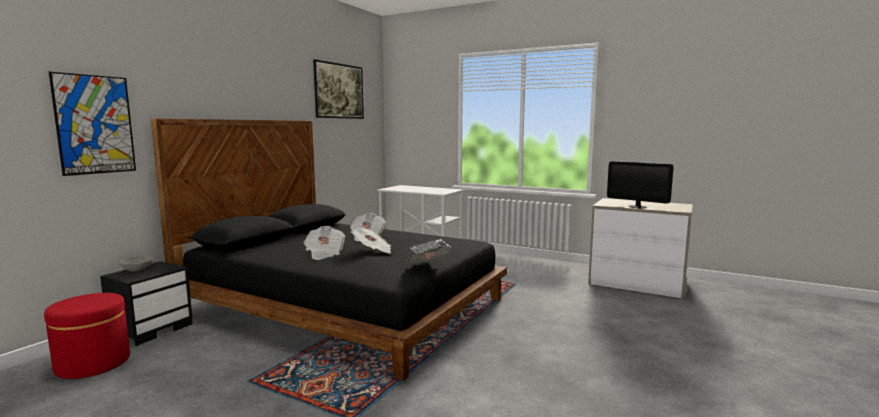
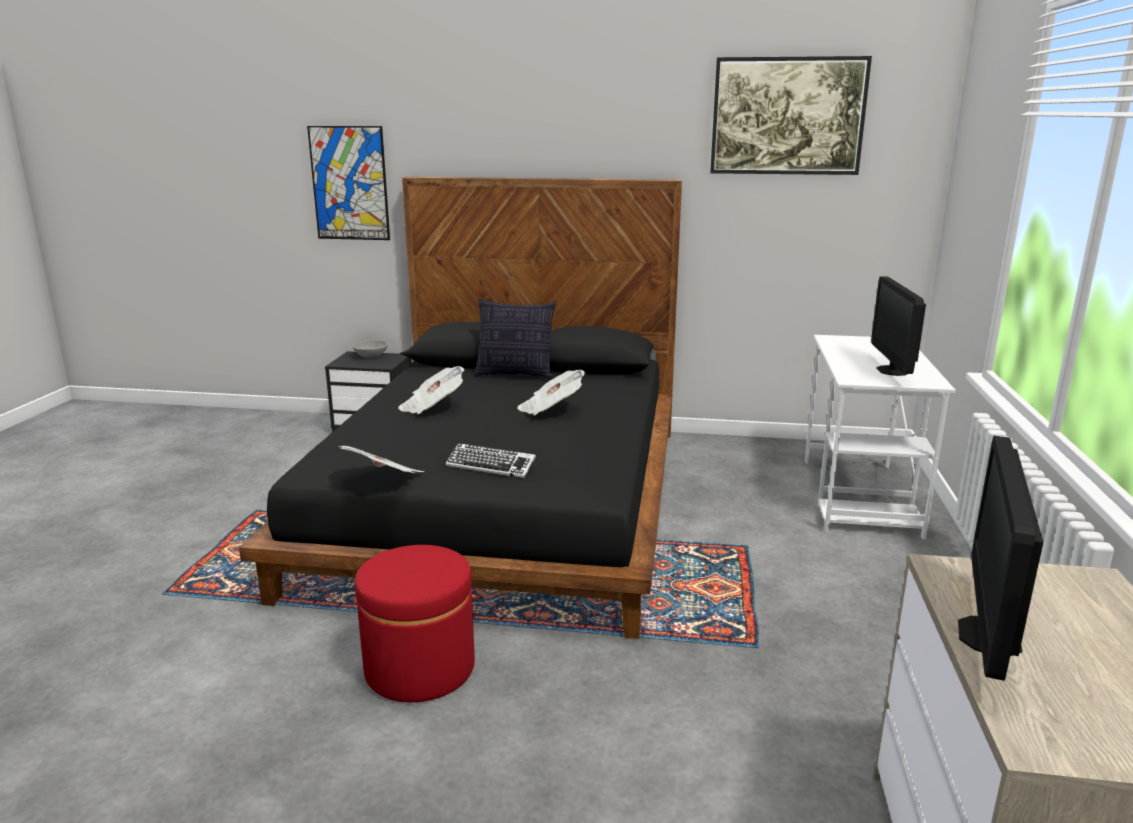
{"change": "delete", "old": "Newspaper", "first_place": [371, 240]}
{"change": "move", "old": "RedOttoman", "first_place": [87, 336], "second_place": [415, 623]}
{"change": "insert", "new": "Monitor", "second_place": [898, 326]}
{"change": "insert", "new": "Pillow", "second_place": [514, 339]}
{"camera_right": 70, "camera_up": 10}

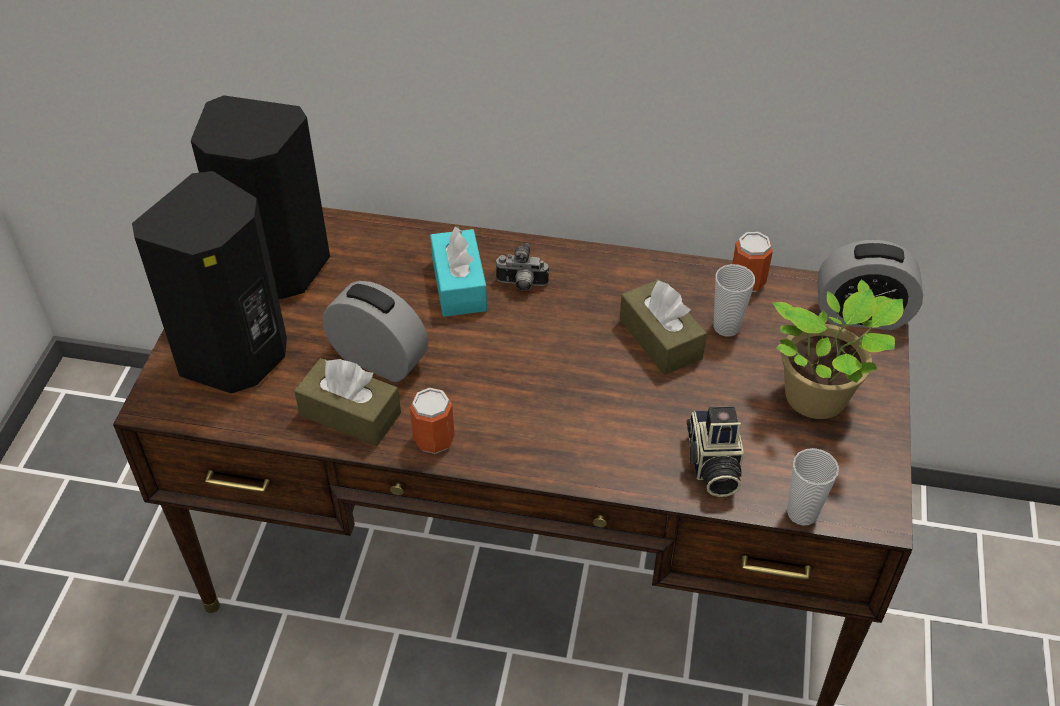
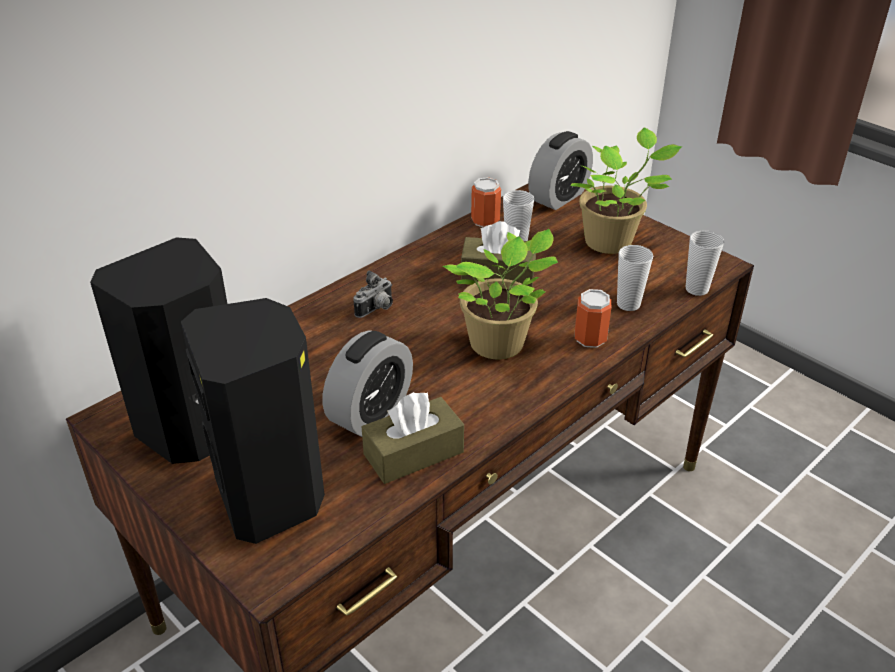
{"change": "delete", "old": "TurquoiseTissueBox", "first_place": [458, 271]}
{"change": "rotate", "old": "AlarmClock", "first_place": [375, 331], "second_place": [368, 383], "degrees": 150}
{"change": "move", "old": "Can", "first_place": [432, 420], "second_place": [593, 318]}
{"change": "replace", "old": "PhotoCamera", "new": "Cup", "first_place": [715, 451], "second_place": [635, 278]}
{"change": "insert", "new": "PottedPlant", "second_place": [500, 294]}
{"camera_right": -55, "camera_up": -10}

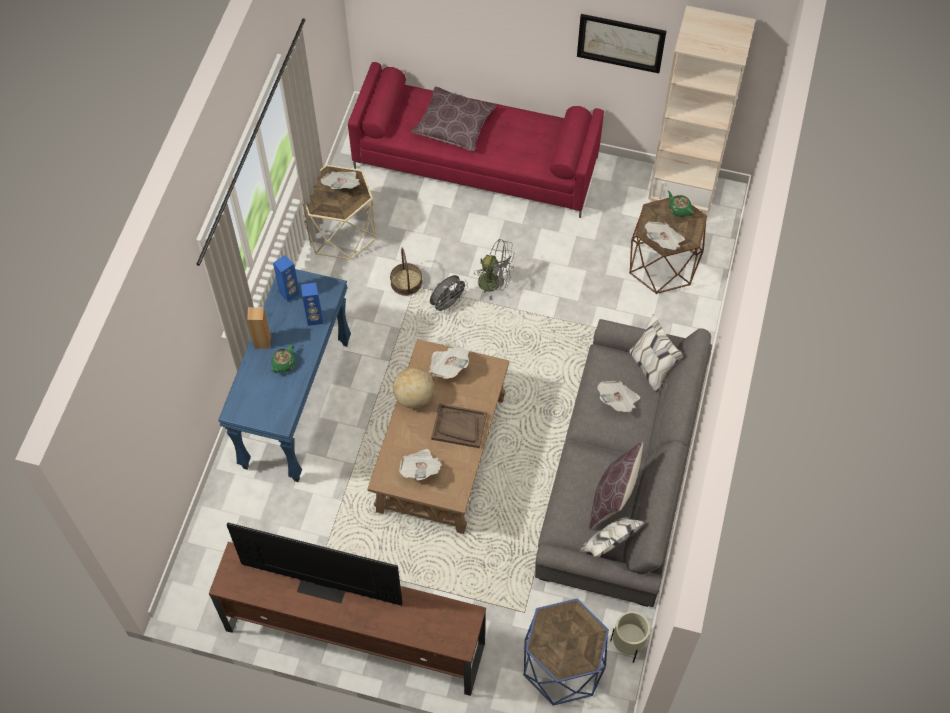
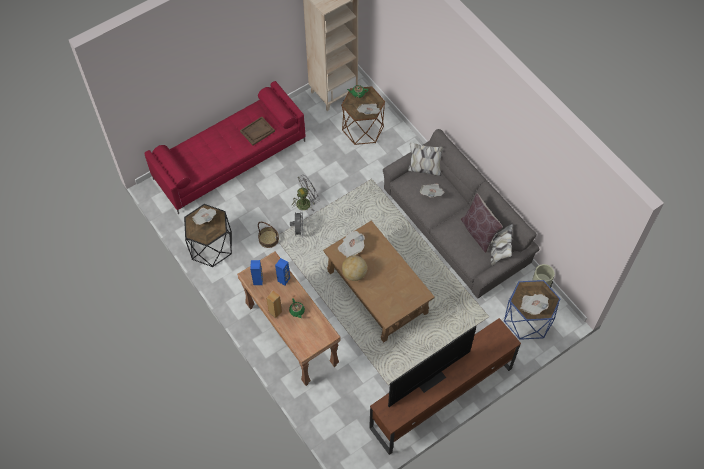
{"change": "delete", "old": "Picture", "first_place": [621, 43]}
{"change": "delete", "old": "BrownPillow", "first_place": [453, 119]}
{"change": "recolor", "old": "BeigeSideTable", "new": "BlackSideTable", "first_place": [338, 212], "second_place": [208, 235]}
{"change": "recolor", "old": "BlueConsoleTable", "new": "BrownConsoleTable", "first_place": [284, 375], "second_place": [289, 318]}
{"change": "move", "old": "BrownTray", "first_place": [459, 426], "second_place": [257, 131]}
{"change": "move", "old": "Newspaper", "first_place": [420, 464], "second_place": [534, 304]}
{"camera_right": -50, "camera_up": 0}

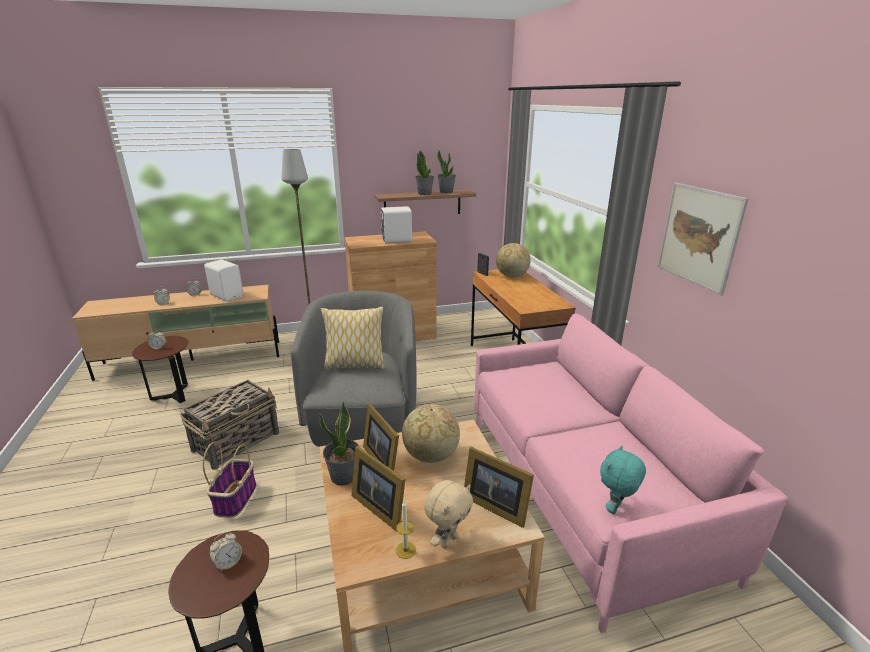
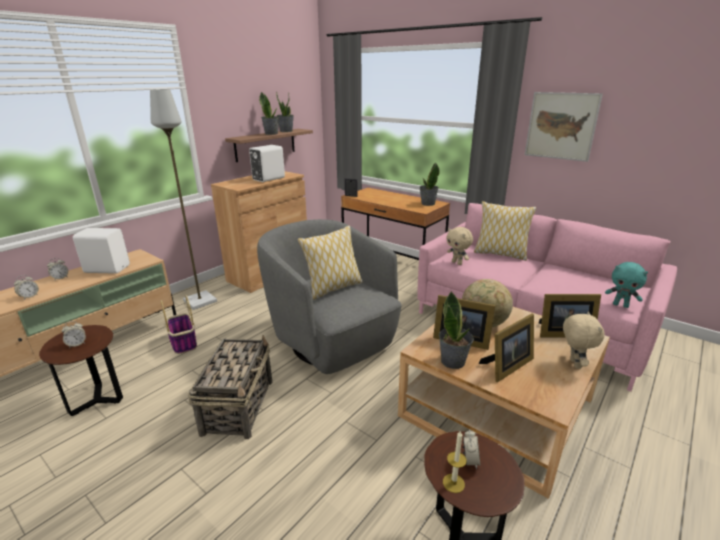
{"change": "delete", "old": "Globe", "first_place": [513, 260]}
{"change": "move", "old": "Basket", "first_place": [230, 480], "second_place": [179, 324]}
{"change": "rotate", "old": "TurquoisePlushToy", "first_place": [623, 479], "second_place": [626, 285], "degrees": -60}
{"change": "rotate", "old": "PictureFrame", "first_place": [378, 489], "second_place": [506, 348], "degrees": -45}
{"change": "move", "old": "Candle", "first_place": [406, 530], "second_place": [455, 461]}
{"change": "insert", "new": "PottedPlant", "second_place": [429, 184]}
{"change": "insert", "new": "Pillow", "second_place": [505, 231]}
{"change": "insert", "new": "BeigePlushToy", "second_place": [459, 246]}
{"camera_right": -35, "camera_up": 0}

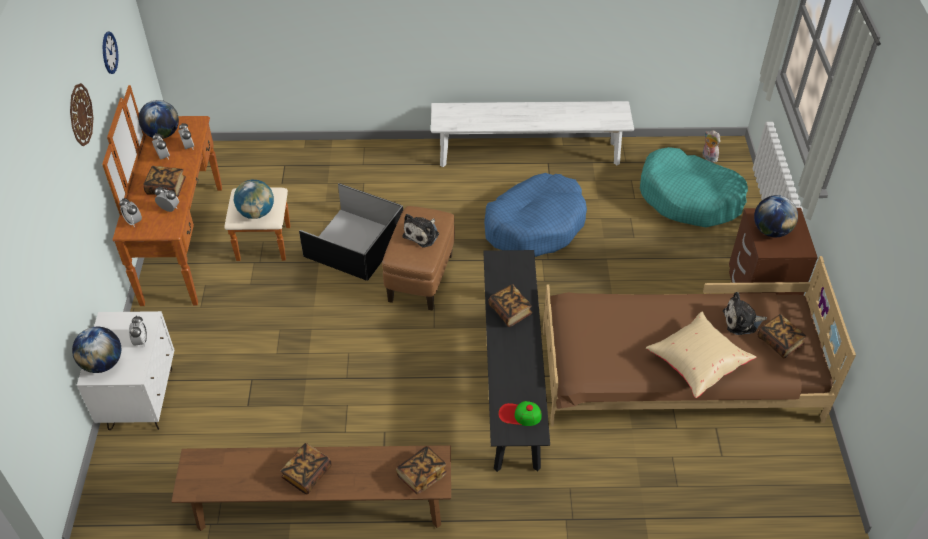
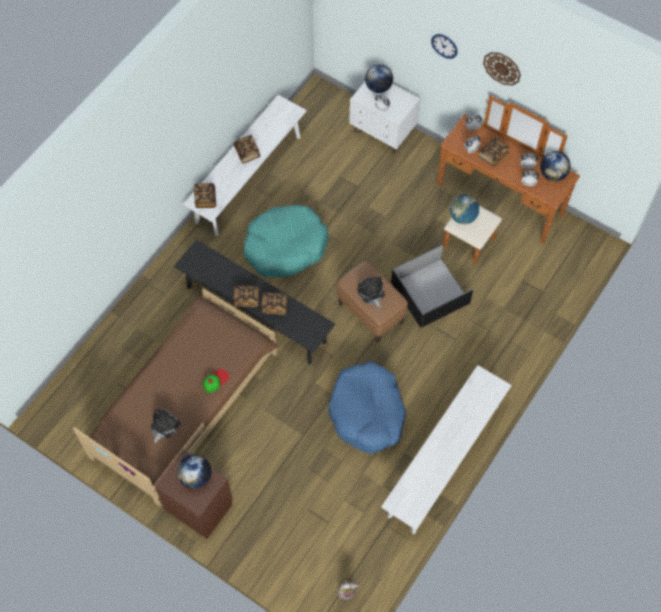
{"change": "move", "old": "WallClock", "first_place": [111, 52], "second_place": [444, 46]}
{"change": "move", "old": "TurquoiseDogBed", "first_place": [694, 187], "second_place": [286, 241]}
{"change": "delete", "old": "BeigePillow", "first_place": [701, 354]}
{"change": "move", "old": "Book", "first_place": [782, 336], "second_place": [247, 296]}
{"change": "move", "old": "Cap", "first_place": [520, 413], "second_place": [216, 381]}
{"change": "recolor", "old": "BrownBench", "new": "WhiteBench", "first_place": [311, 488], "second_place": [245, 165]}
{"camera_right": 125, "camera_up": 15}

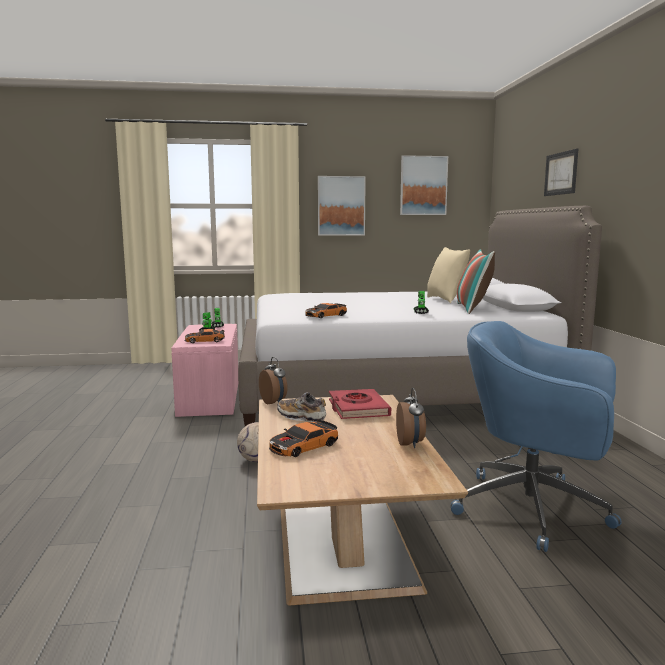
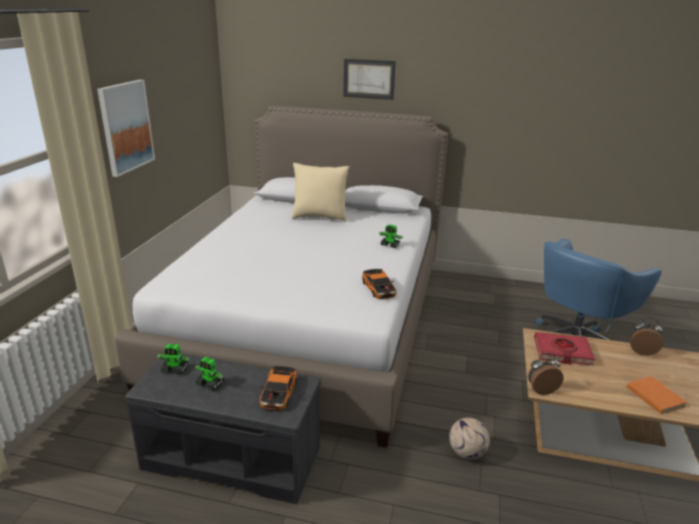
{"change": "delete", "old": "Picture", "first_place": [424, 185]}
{"change": "delete", "old": "Pillow", "first_place": [476, 281]}
{"change": "recolor", "old": "PinkBench", "new": "GreyBench", "first_place": [204, 370], "second_place": [223, 428]}
{"change": "delete", "old": "Shoe", "first_place": [301, 407]}
{"change": "replace", "old": "ToyCar", "new": "OrangeBook", "first_place": [303, 438], "second_place": [656, 395]}
{"camera_right": -70, "camera_up": 15}

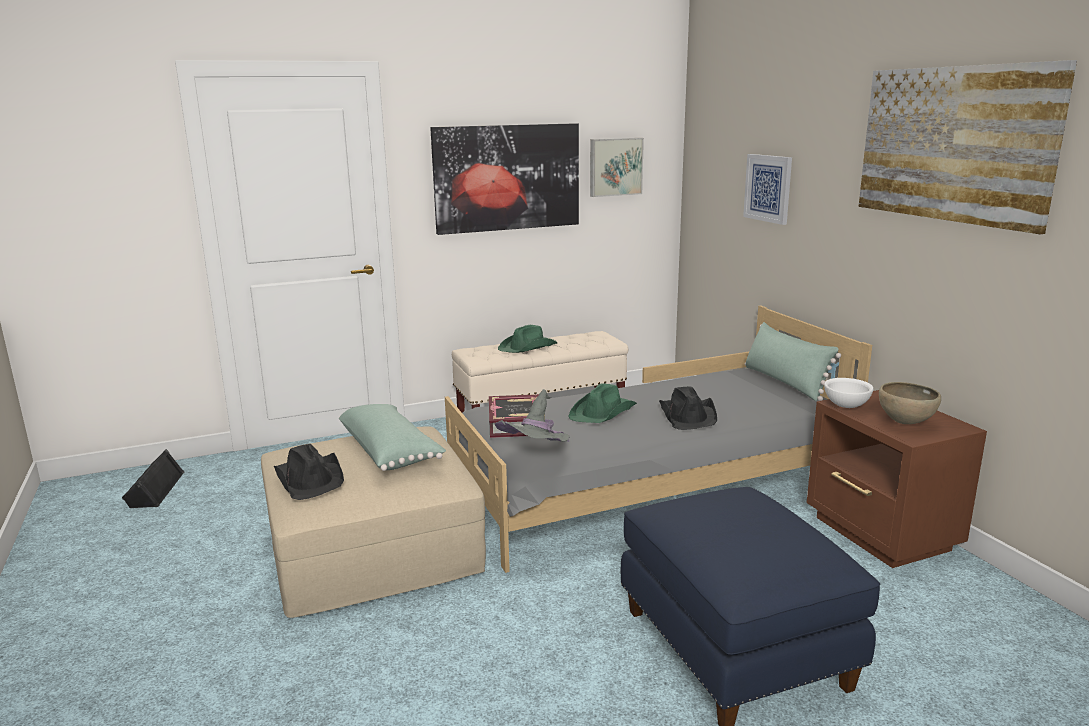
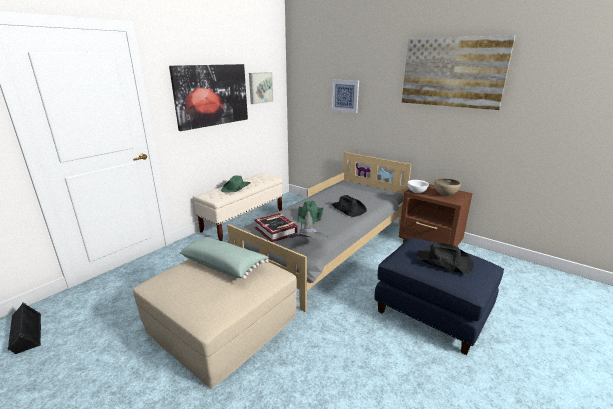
{"change": "delete", "old": "GreenPillow", "first_place": [793, 361]}
{"change": "move", "old": "BlackHat", "first_place": [309, 472], "second_place": [445, 258]}
{"camera_right": -30, "camera_up": 5}

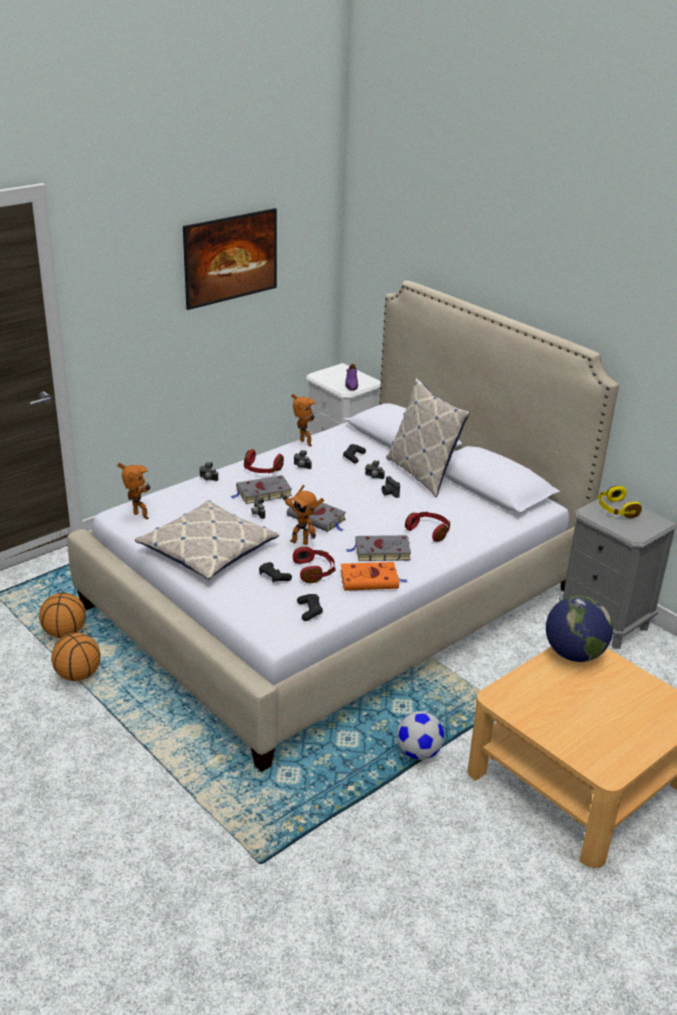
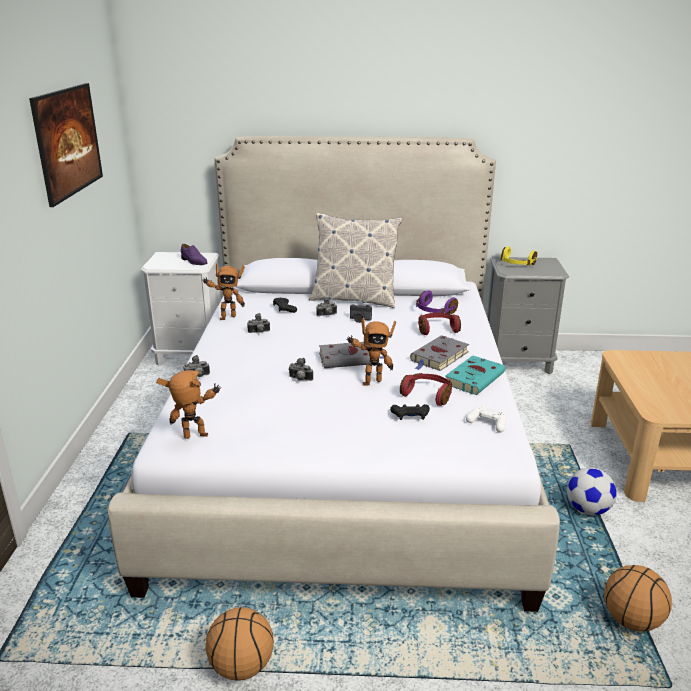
{"change": "rotate", "old": "ToyRobot", "first_place": [303, 420], "second_place": [223, 291], "degrees": 150}
{"change": "delete", "old": "RedHeadphones", "first_place": [264, 461]}
{"change": "delete", "old": "GreyBook", "first_place": [261, 489]}
{"change": "delete", "old": "Pillow", "first_place": [207, 540]}
{"change": "recolor", "old": "OrangeBook", "new": "TurquoiseBook", "first_place": [374, 576], "second_place": [475, 375]}
{"change": "move", "old": "Basketball", "first_place": [62, 615], "second_place": [638, 598]}
{"change": "recolor", "old": "BlackGameController", "new": "WhiteGameController", "first_place": [310, 607], "second_place": [486, 419]}
{"change": "delete", "old": "Globe", "first_place": [579, 629]}
{"change": "insert", "new": "PurpleHeadphones", "second_place": [437, 302]}
{"camera_right": -45, "camera_up": -5}

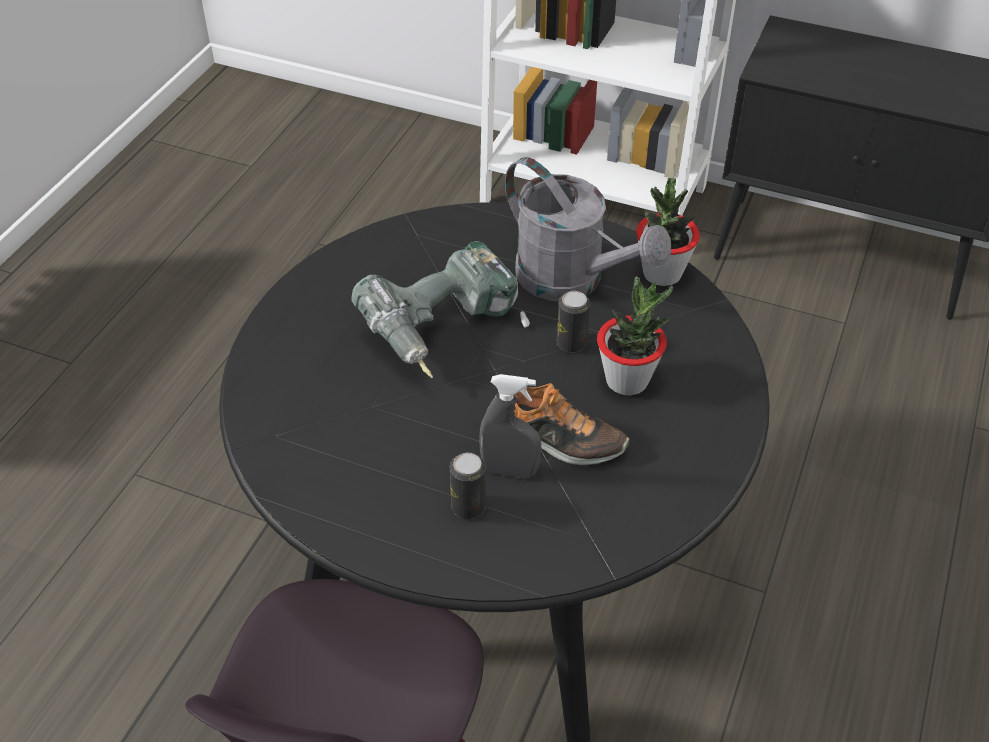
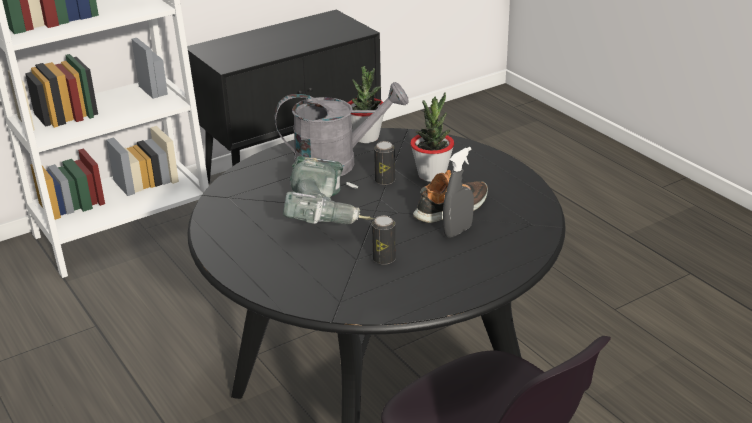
{"change": "move", "old": "Can", "first_place": [468, 486], "second_place": [384, 240]}
{"camera_right": -55, "camera_up": -15}

